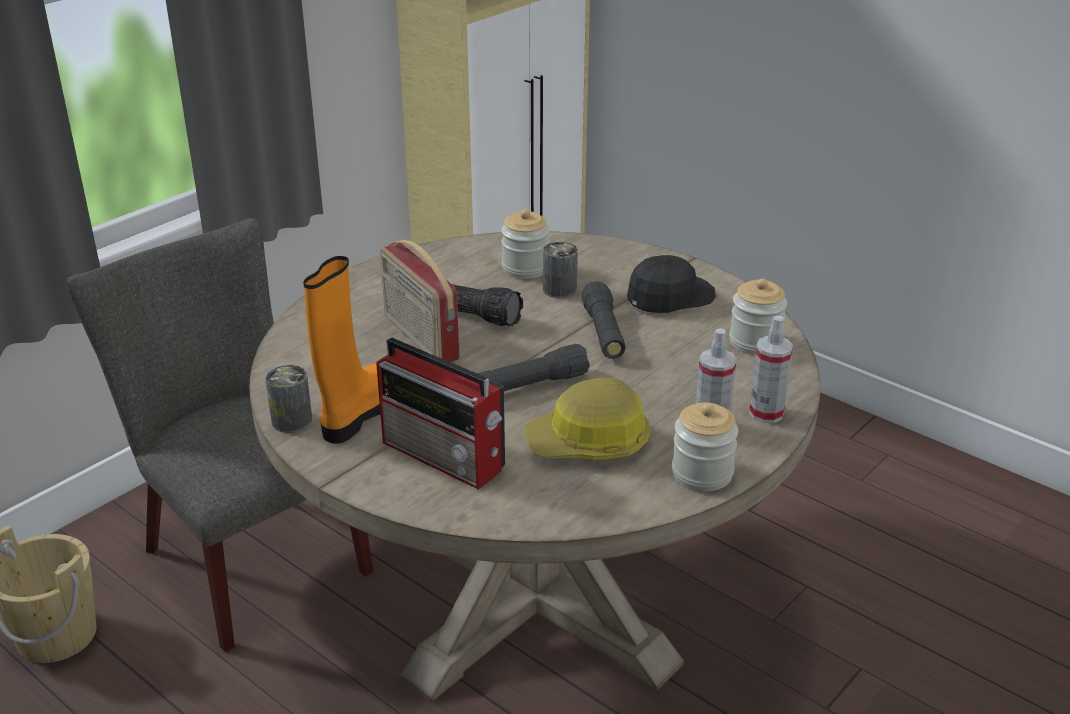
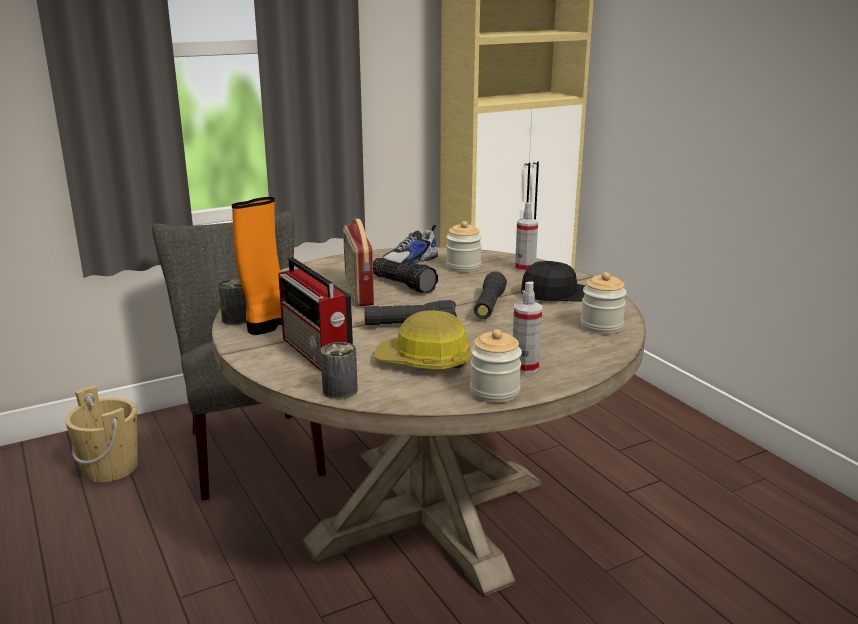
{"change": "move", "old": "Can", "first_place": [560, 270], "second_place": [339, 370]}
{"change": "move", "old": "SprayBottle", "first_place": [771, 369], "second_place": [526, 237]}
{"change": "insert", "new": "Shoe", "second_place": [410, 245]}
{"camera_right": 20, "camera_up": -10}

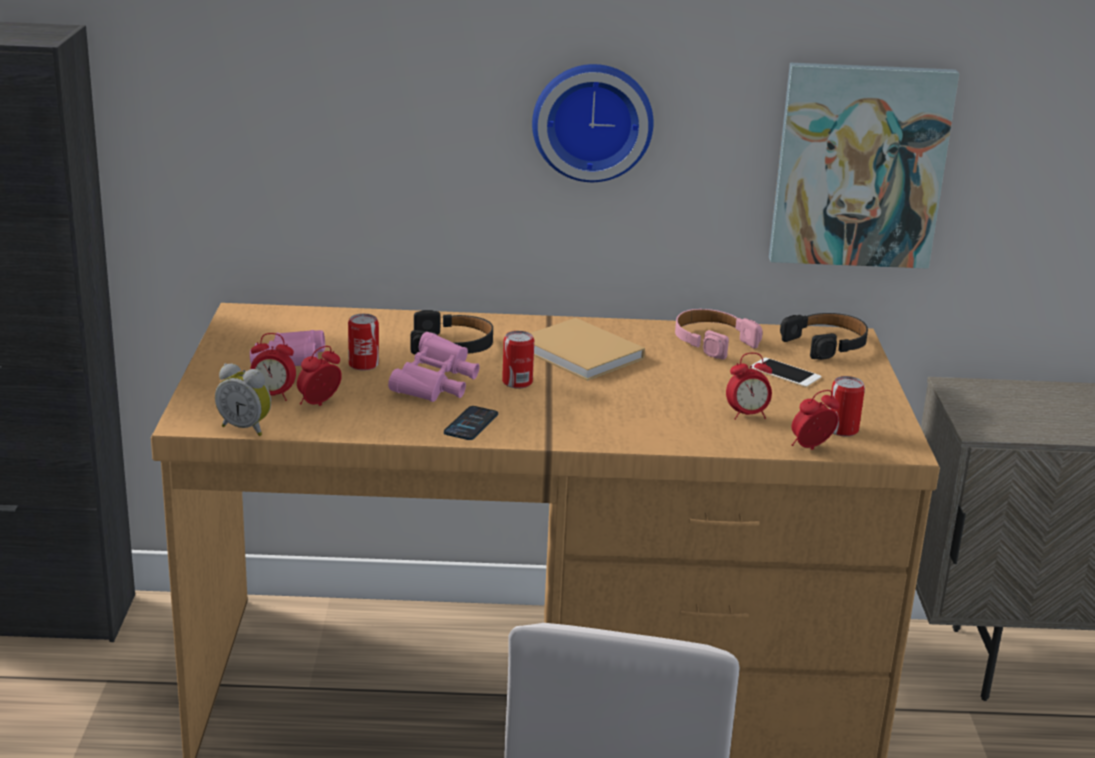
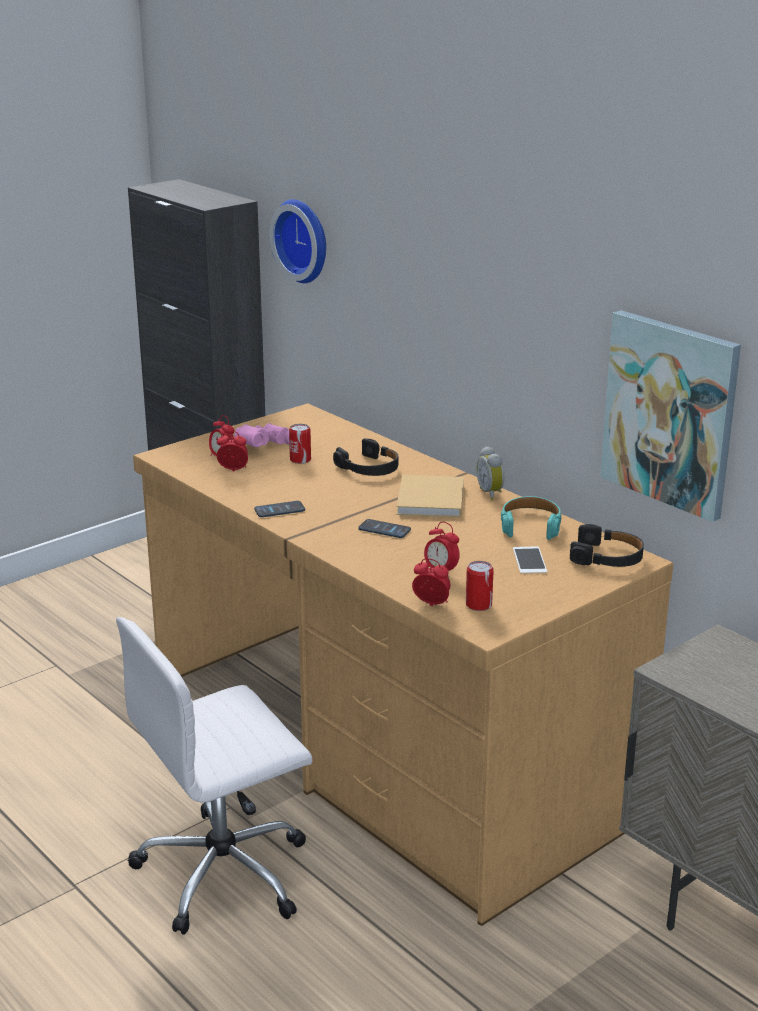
{"change": "move", "old": "WallClock", "first_place": [592, 123], "second_place": [298, 241]}
{"change": "recolor", "old": "PinkHeadphones", "new": "TurquoiseHeadphones", "first_place": [719, 334], "second_place": [531, 518]}
{"change": "delete", "old": "Can", "first_place": [518, 359]}
{"change": "delete", "old": "PinkBinoculars", "first_place": [433, 367]}
{"change": "move", "old": "AlarmClock", "first_place": [243, 399], "second_place": [490, 473]}
{"change": "insert", "new": "Phone", "second_place": [384, 528]}
{"camera_right": 50, "camera_up": 0}

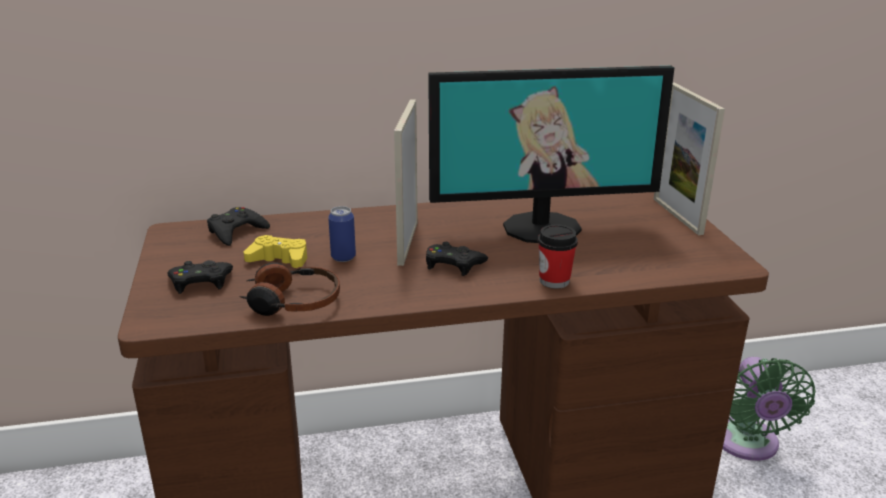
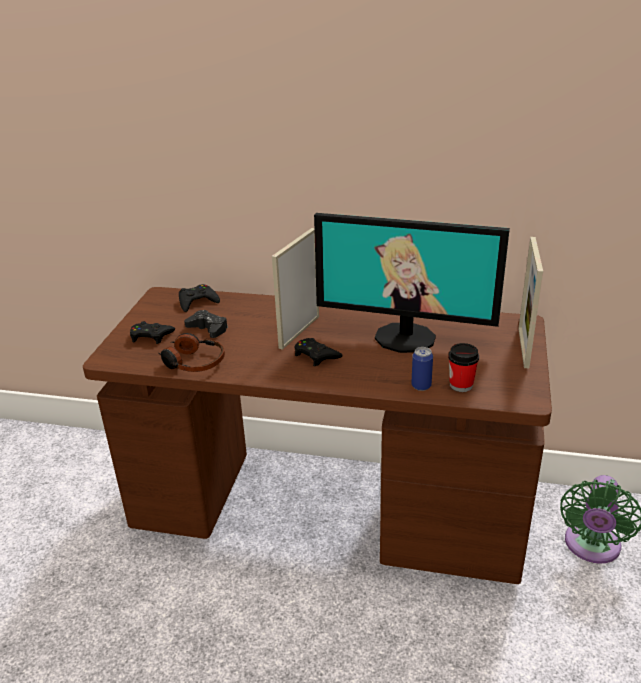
{"change": "move", "old": "Can", "first_place": [342, 234], "second_place": [422, 369]}
{"change": "move", "old": "Cup", "first_place": [558, 257], "second_place": [463, 367]}
{"change": "recolor", "old": "YellowGameController", "new": "BlackGameController", "first_place": [275, 251], "second_place": [206, 324]}
{"camera_right": 25, "camera_up": 5}

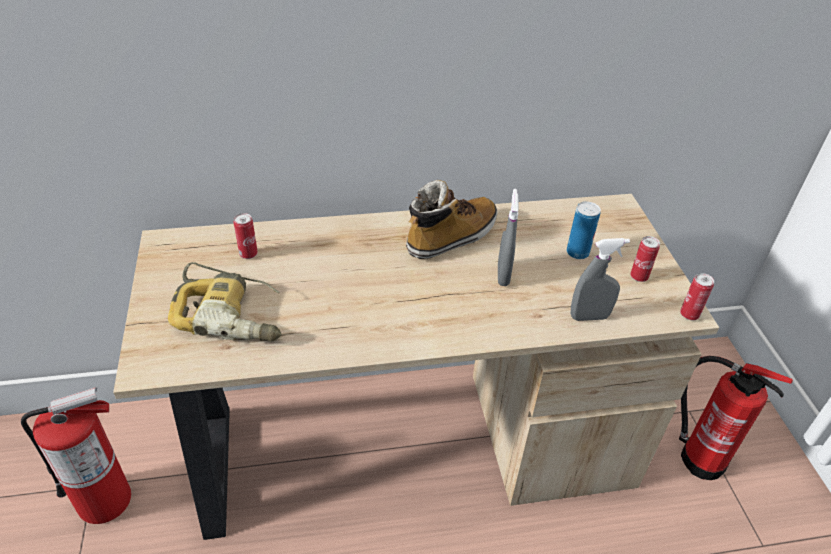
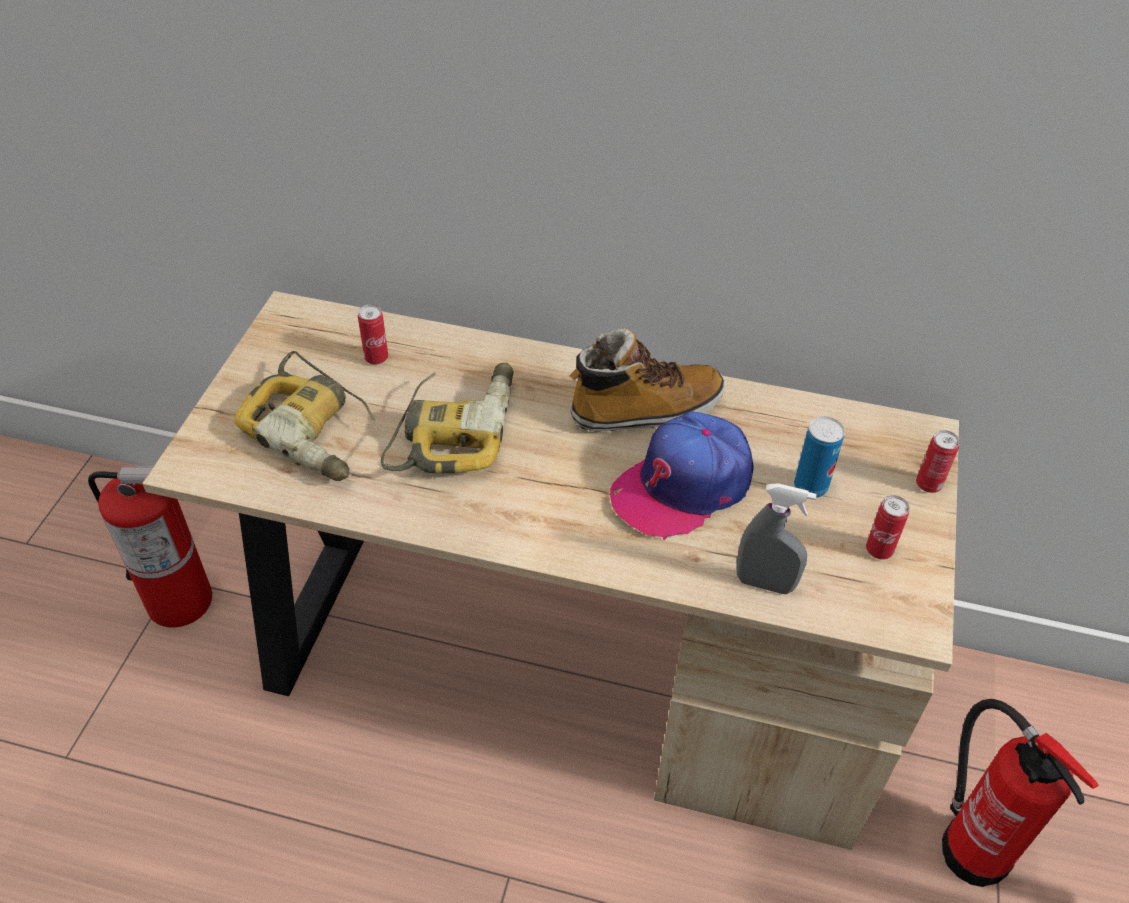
{"change": "replace", "old": "GreySprayBottle", "new": "Cap", "first_place": [508, 237], "second_place": [681, 476]}
{"change": "move", "old": "Can", "first_place": [697, 296], "second_place": [938, 461]}
{"change": "insert", "new": "PowerDrill", "second_place": [447, 418]}
{"camera_right": 25, "camera_up": 5}

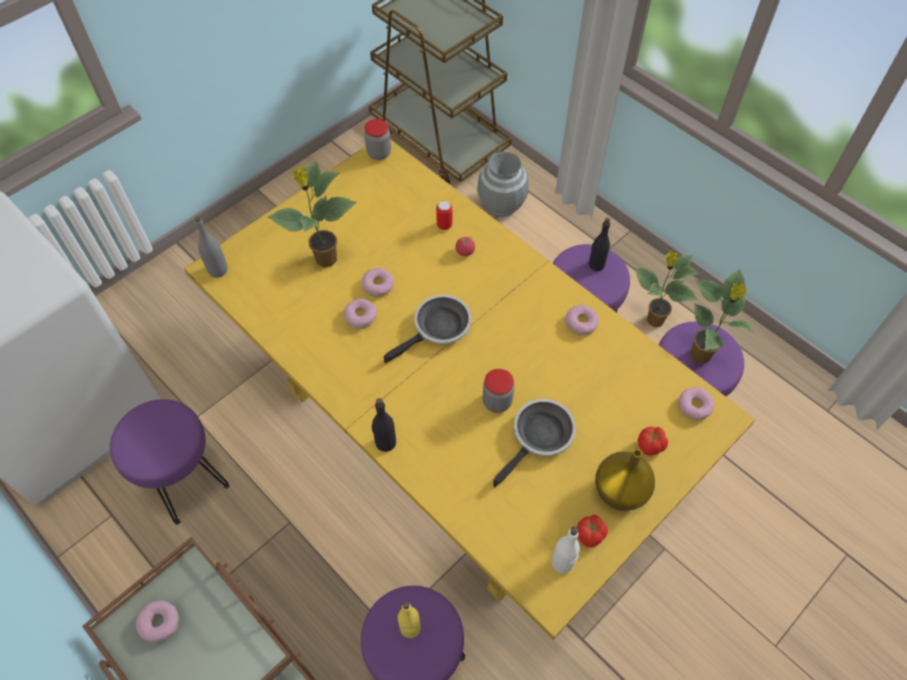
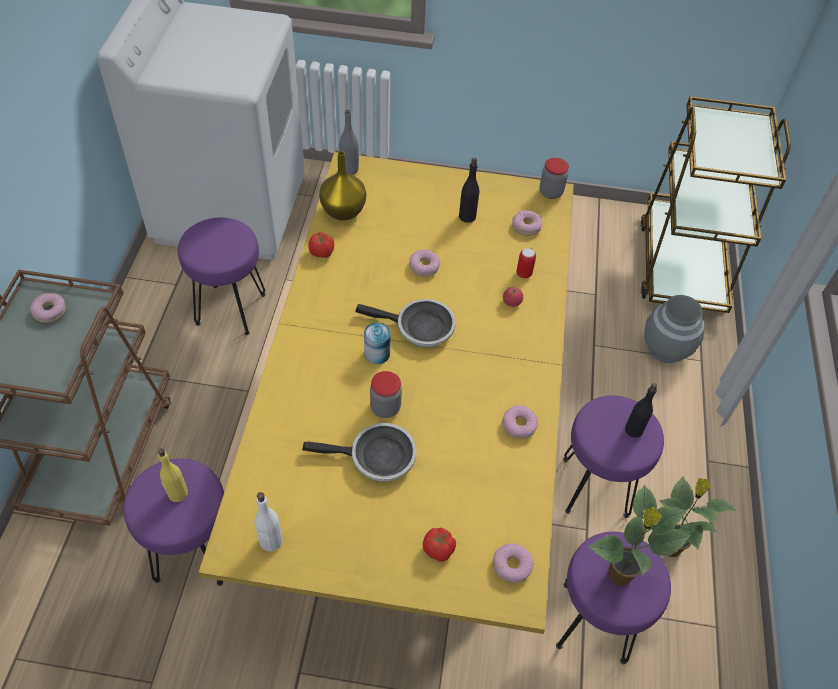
{"change": "delete", "old": "PottedPlant", "first_place": [312, 214]}
{"change": "move", "old": "Donut", "first_place": [360, 313], "second_place": [527, 223]}
{"change": "move", "old": "BlackBottle", "first_place": [384, 425], "second_place": [469, 190]}
{"change": "move", "old": "YellowVase", "first_place": [625, 480], "second_place": [342, 186]}
{"change": "move", "old": "Tomato", "first_place": [592, 531], "second_place": [321, 245]}
{"change": "insert", "new": "Can", "second_place": [377, 343]}
{"camera_right": 50, "camera_up": -5}

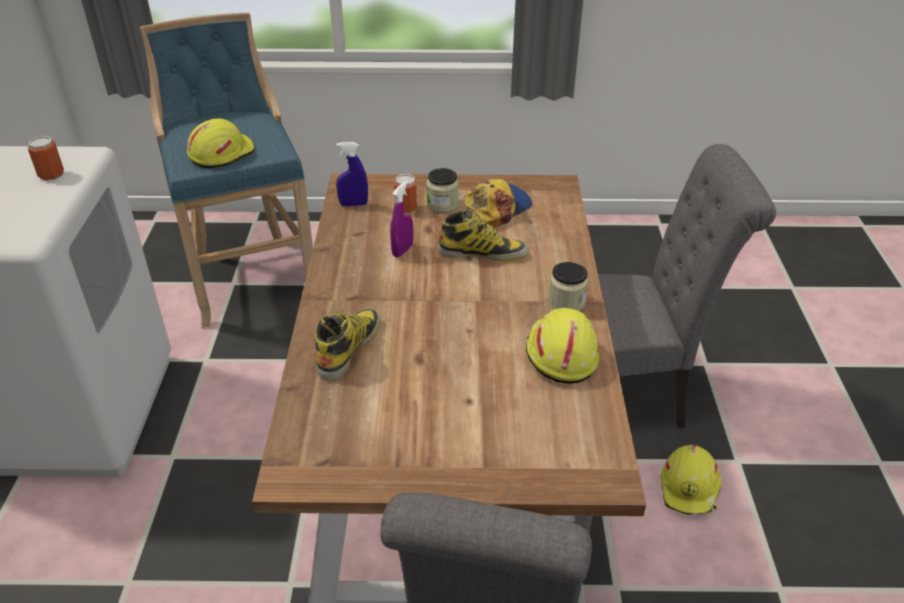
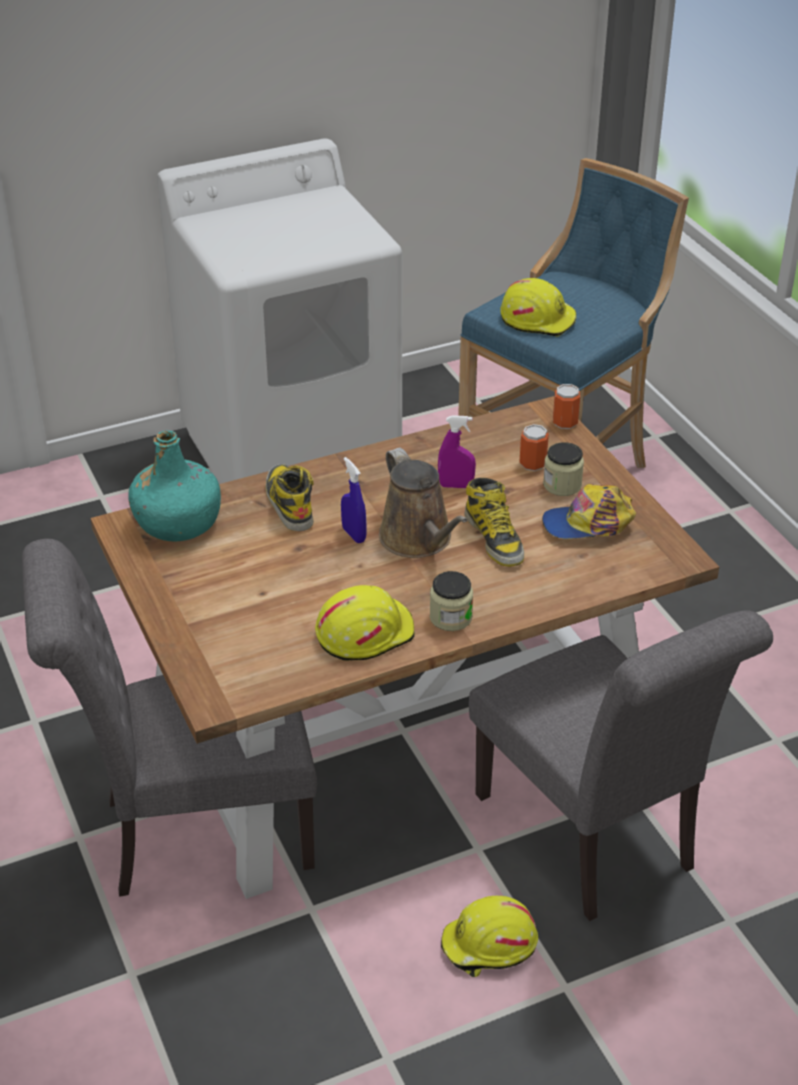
{"change": "move", "old": "Can", "first_place": [46, 158], "second_place": [566, 406]}
{"change": "move", "old": "BlueSprayBottle", "first_place": [352, 174], "second_place": [354, 500]}
{"change": "rotate", "old": "Cap", "first_place": [498, 203], "second_place": [589, 511], "degrees": 150}
{"change": "rotate", "old": "Boot", "first_place": [348, 344], "second_place": [289, 497], "degrees": -105}
{"change": "insert", "new": "TurquoiseBottle", "second_place": [174, 486]}
{"change": "insert", "new": "BrownWateringCan", "second_place": [423, 503]}
{"camera_right": 65, "camera_up": 0}

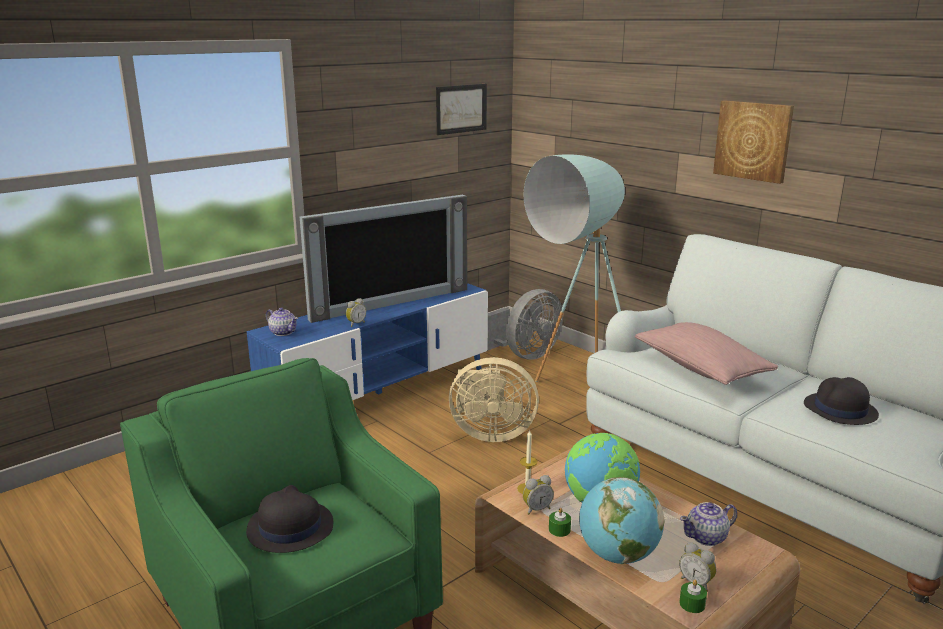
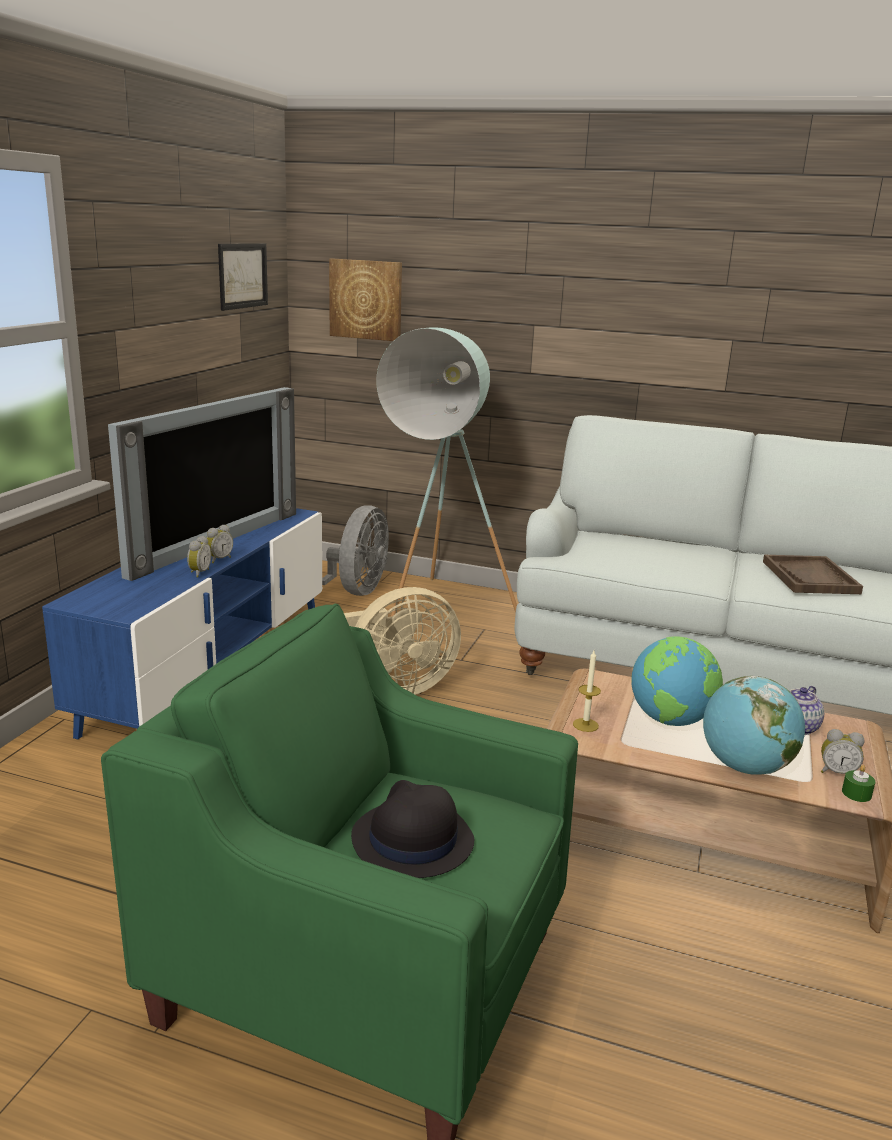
{"change": "move", "old": "Picture", "first_place": [753, 142], "second_place": [365, 300]}
{"change": "delete", "old": "Teapot", "first_place": [282, 322]}
{"change": "delete", "old": "PinkPillow", "first_place": [706, 353]}
{"change": "replace", "old": "BlackHat", "new": "BrownTray", "first_place": [841, 401], "second_place": [813, 574]}
{"change": "move", "old": "AlarmClock", "first_place": [538, 495], "second_place": [220, 543]}
{"change": "delete", "old": "GreenCandle", "first_place": [560, 522]}
{"camera_right": -30, "camera_up": 0}

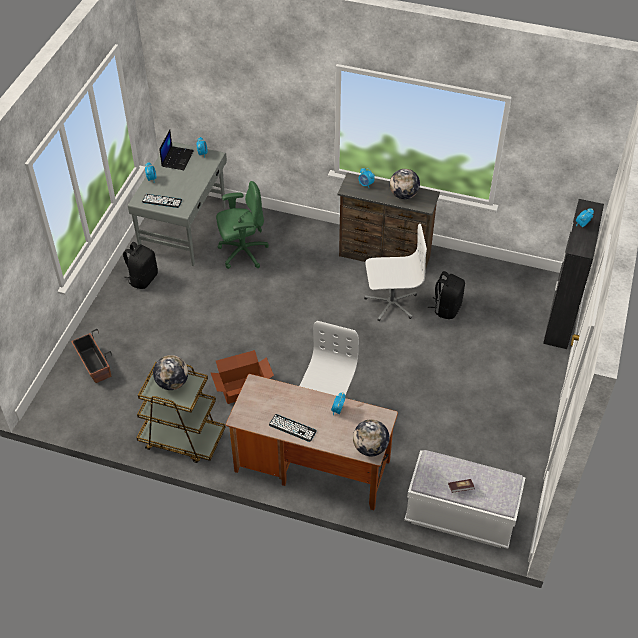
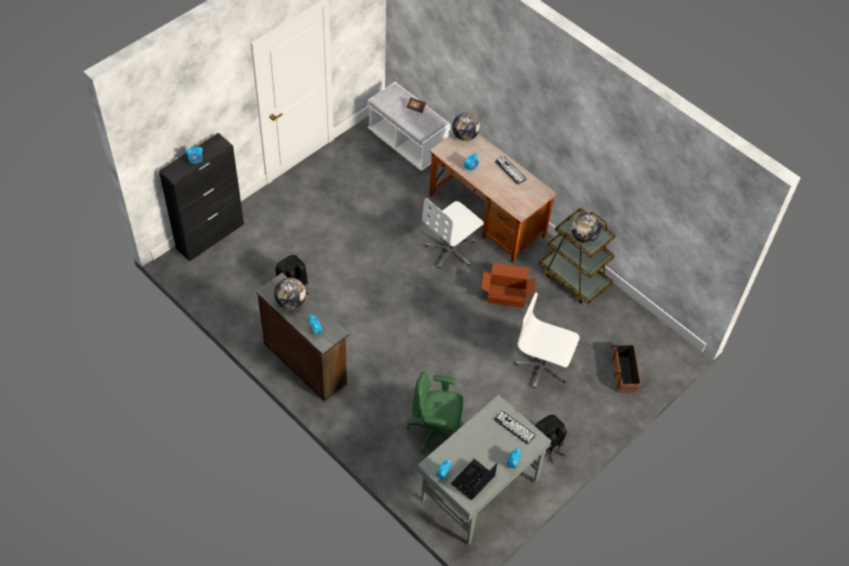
{"change": "move", "old": "WhiteOfficeChair", "first_place": [395, 272], "second_place": [547, 341]}
{"camera_right": -155, "camera_up": 5}

